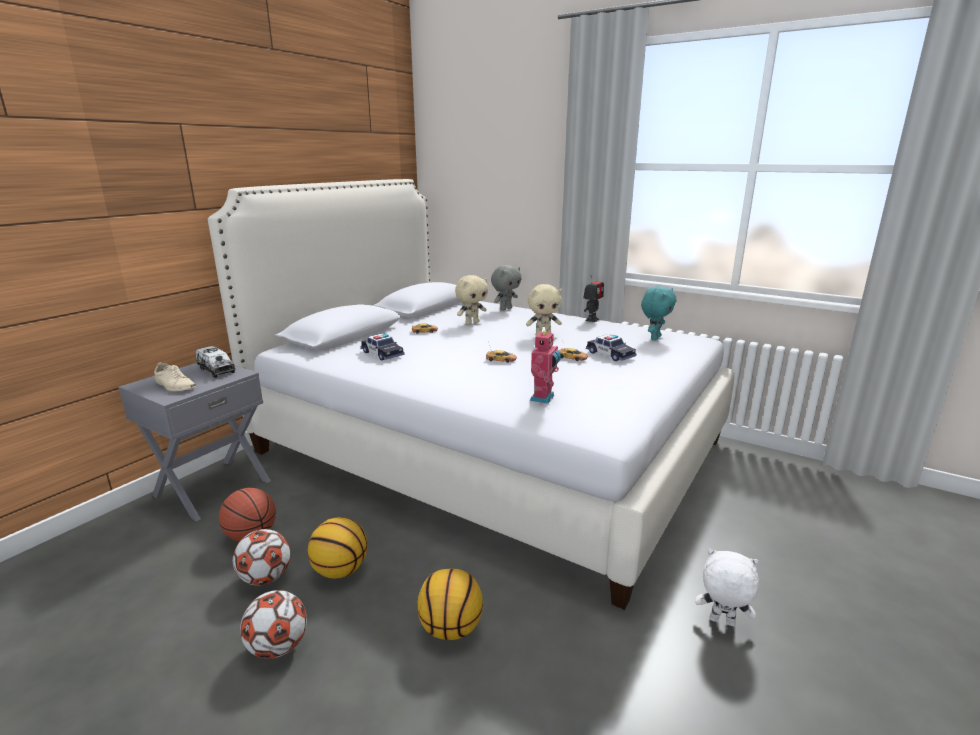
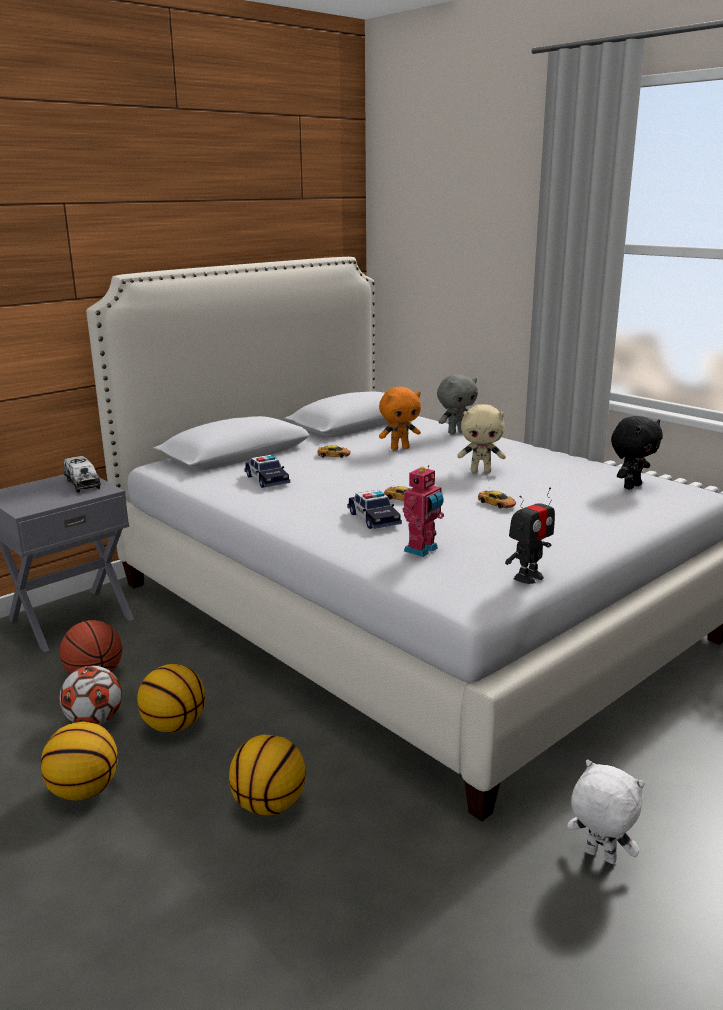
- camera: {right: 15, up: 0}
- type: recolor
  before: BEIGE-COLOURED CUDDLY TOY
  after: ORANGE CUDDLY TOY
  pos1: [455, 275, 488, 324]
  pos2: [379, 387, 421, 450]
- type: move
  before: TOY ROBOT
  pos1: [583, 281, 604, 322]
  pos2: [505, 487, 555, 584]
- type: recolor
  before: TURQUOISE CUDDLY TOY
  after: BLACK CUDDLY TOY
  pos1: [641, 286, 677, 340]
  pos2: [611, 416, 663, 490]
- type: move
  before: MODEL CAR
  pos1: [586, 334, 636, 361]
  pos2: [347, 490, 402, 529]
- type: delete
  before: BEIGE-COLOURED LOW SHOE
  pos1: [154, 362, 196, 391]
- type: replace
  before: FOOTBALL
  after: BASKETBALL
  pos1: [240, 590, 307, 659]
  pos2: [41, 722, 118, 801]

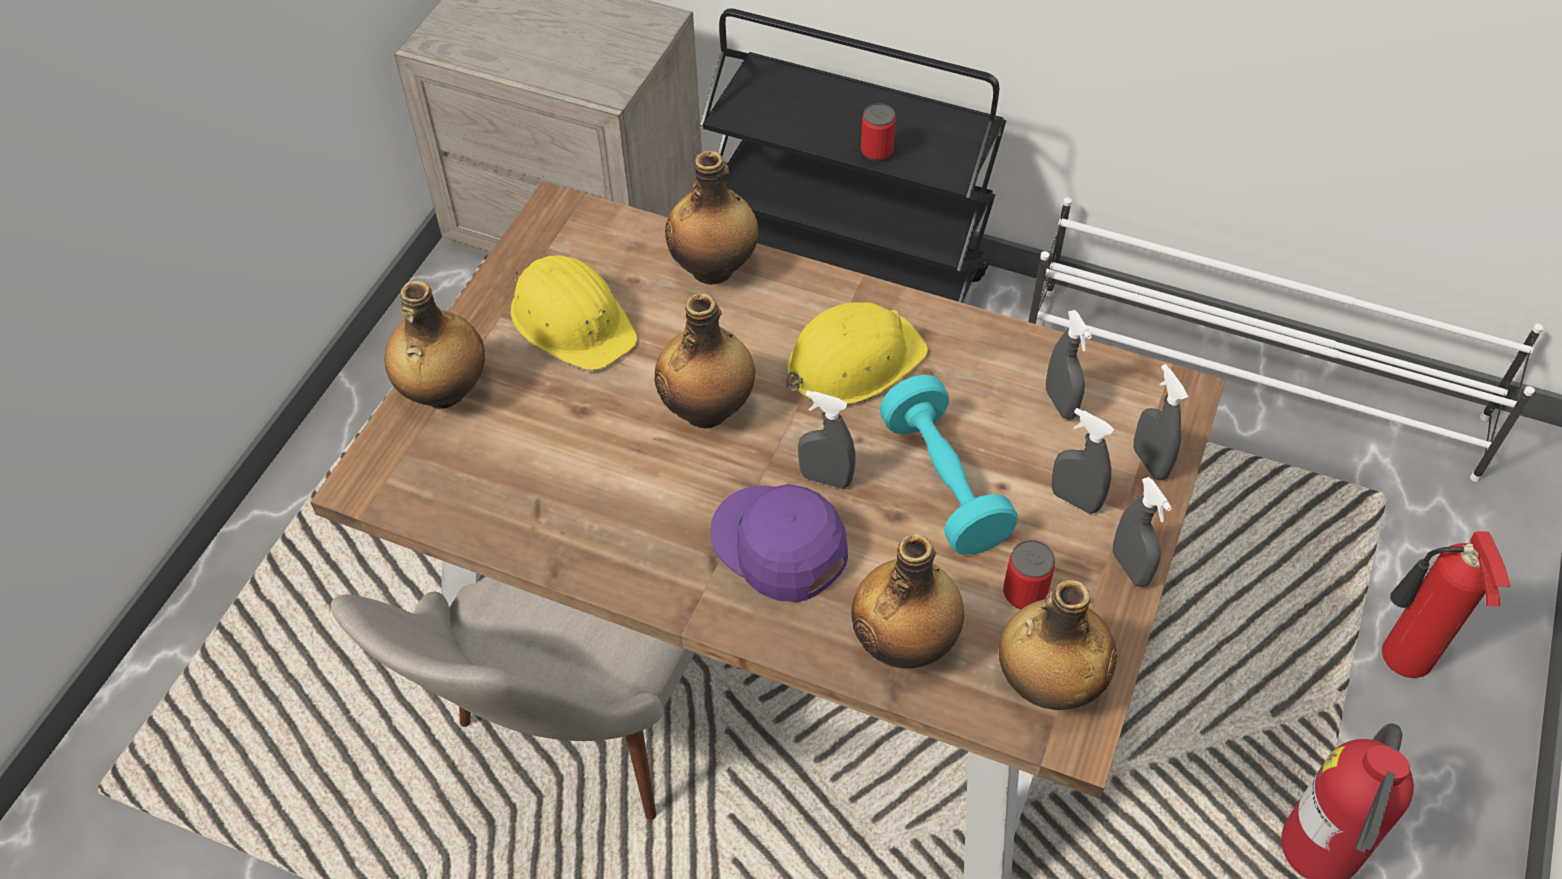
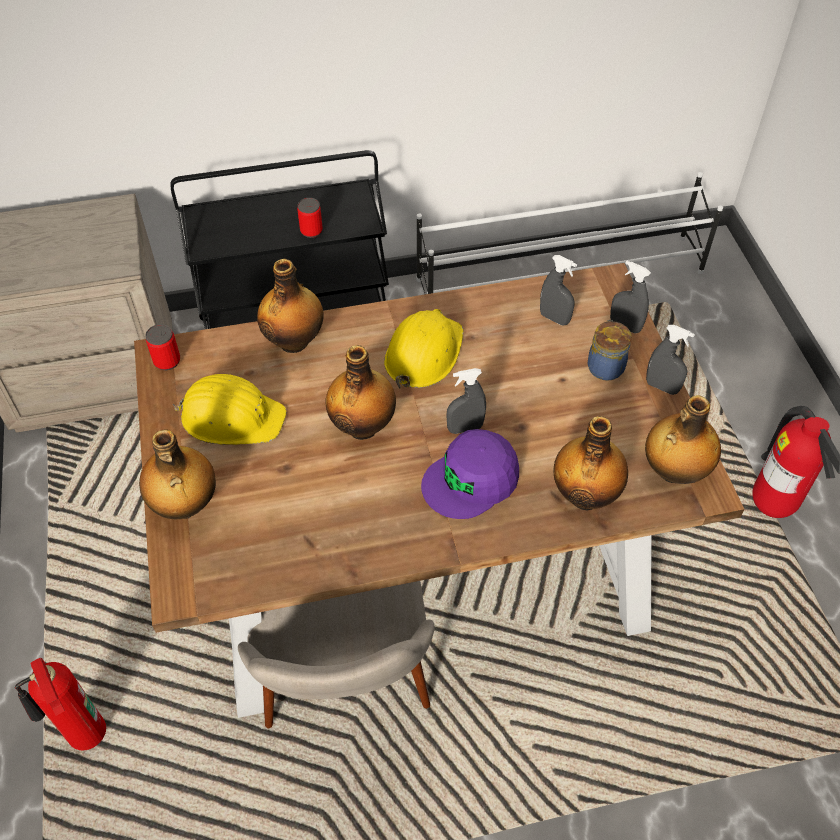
- camera: {right: -35, up: 0}
- type: delete
  before: TURQUOISE HAND WEIGHT
  pos1: [879, 375, 1018, 555]
- type: replace
  before: GREY SPRAYER
  after: STORAGE JAR
  pos1: [1052, 408, 1115, 514]
  pos2: [588, 320, 631, 381]
- type: rotate
  before: PURPLISH PEAKED CAP
  pos1: [710, 484, 848, 602]
  pos2: [421, 429, 519, 519]
  turn: -45
- type: move
  before: EXTINGUISHER
  pos1: [1382, 531, 1511, 678]
  pos2: [15, 658, 106, 750]
- type: move
  before: SEALED CAN
  pos1: [1003, 540, 1055, 609]
  pos2: [145, 324, 180, 370]

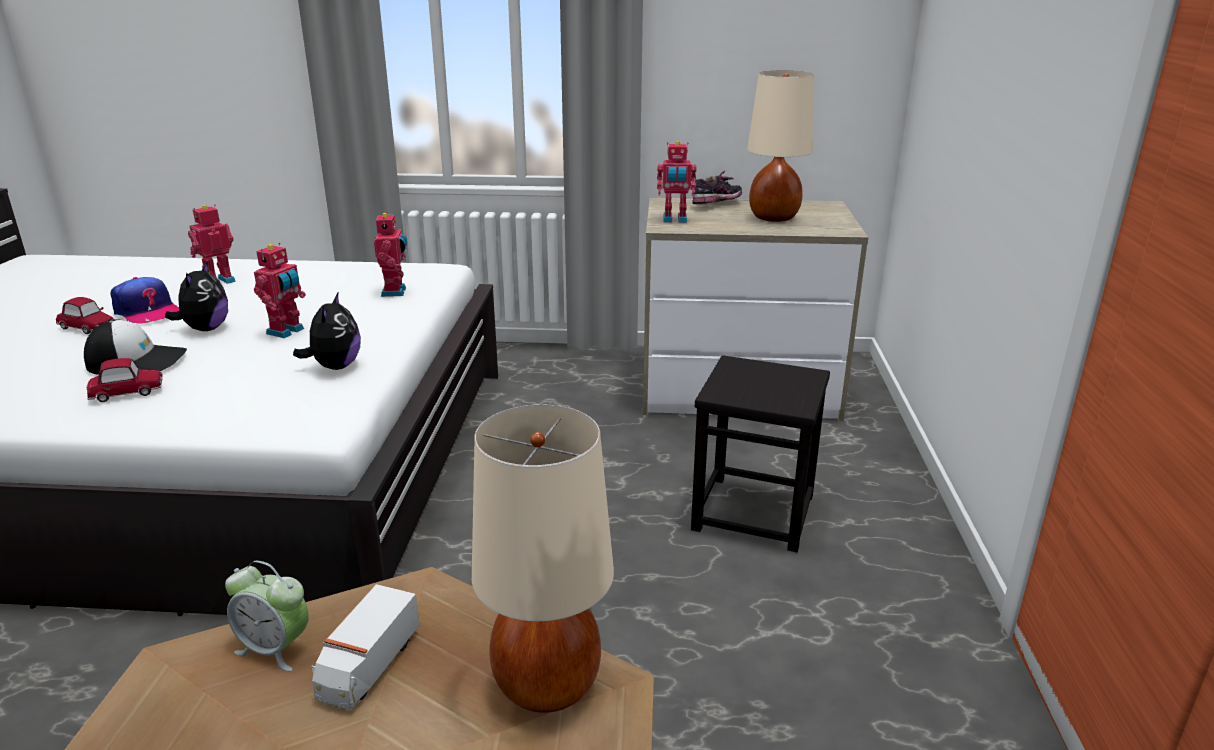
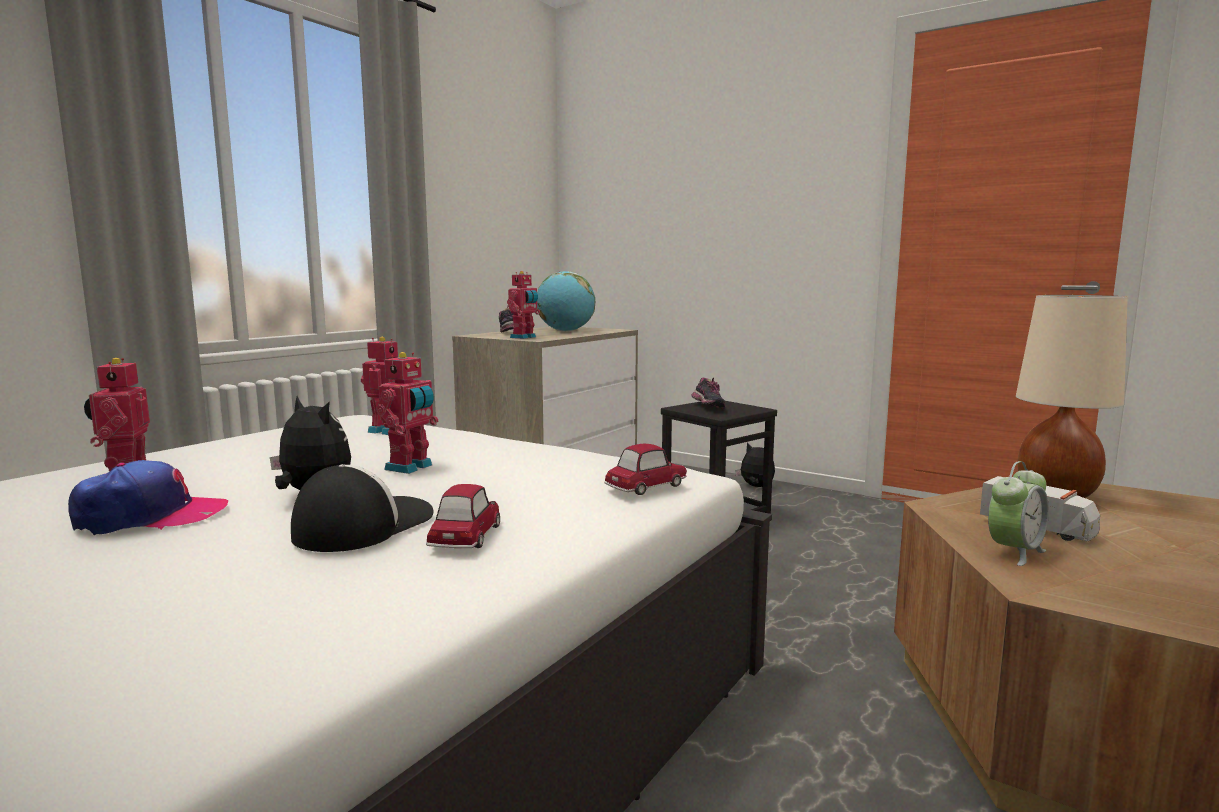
- camera: {right: -60, up: -15}
- type: replace
  before: BEIGE-COLOURED TABLE LAMP
  after: GLOBE
  pos1: [747, 71, 814, 222]
  pos2: [537, 271, 595, 332]
- type: rotate
  before: TOY ROBOT
  pos1: [254, 243, 306, 338]
  pos2: [376, 352, 438, 474]
  turn: 60
- type: move
  before: CUDDLY TOY
  pos1: [293, 293, 361, 370]
  pos2: [735, 442, 775, 487]
- type: move
  before: MODEL CAR
  pos1: [56, 297, 114, 334]
  pos2: [604, 444, 687, 495]
- type: insert
  after: LOW SHOE
  pos2: [692, 377, 725, 410]

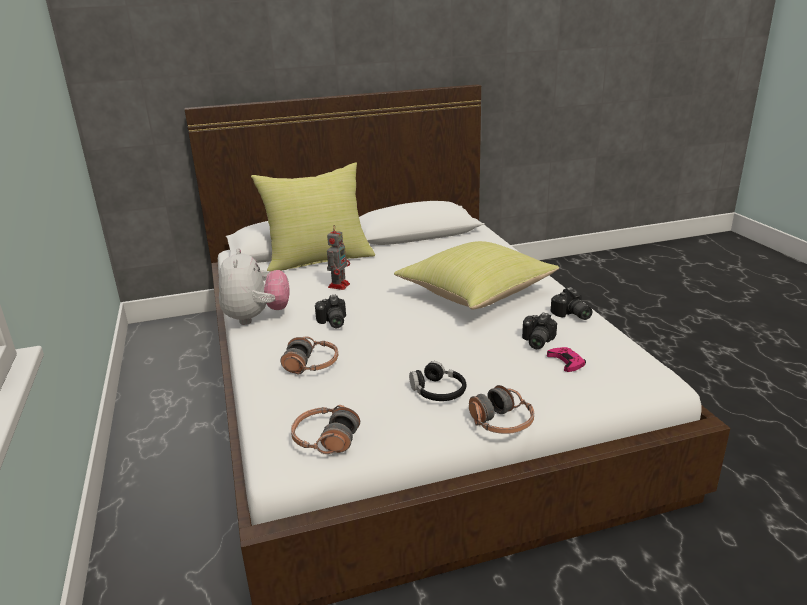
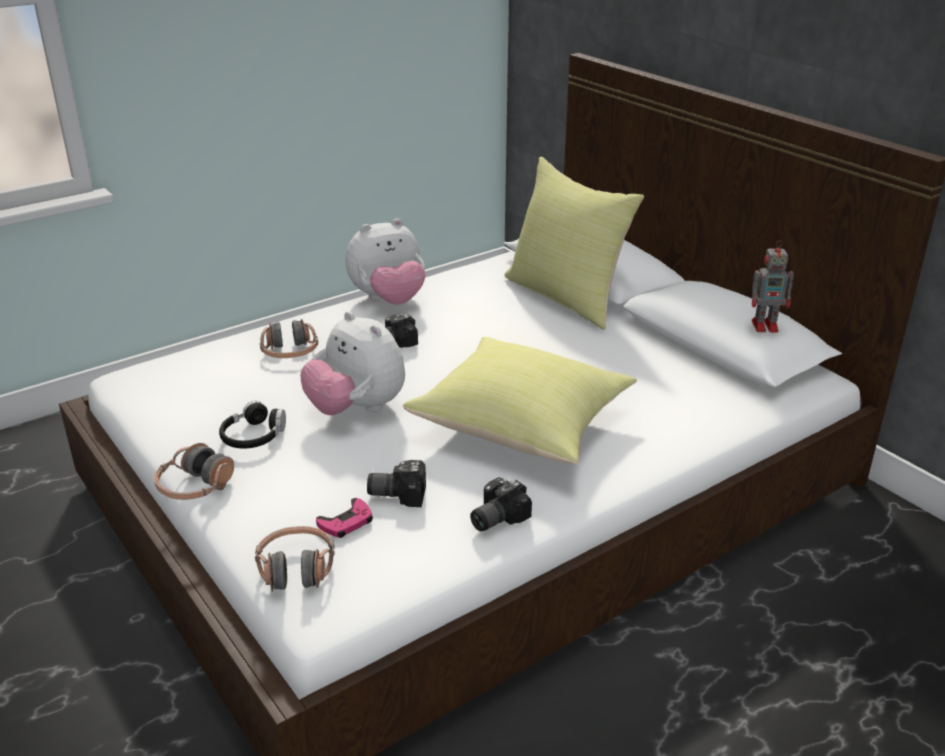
- camera: {right: 70, up: 5}
- type: move
  before: TOY ROBOT
  pos1: [327, 225, 350, 290]
  pos2: [752, 240, 794, 332]
- type: move
  before: HEADSET
  pos1: [291, 405, 360, 454]
  pos2: [255, 526, 335, 592]
- type: insert
  after: CUDDLY TOY
  pos2: [301, 311, 405, 415]

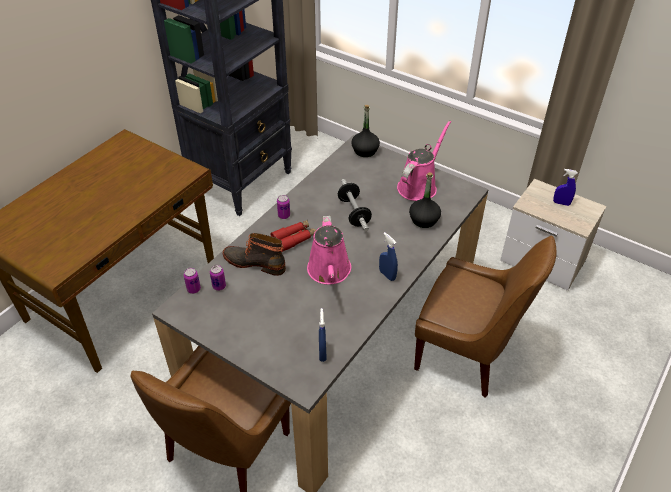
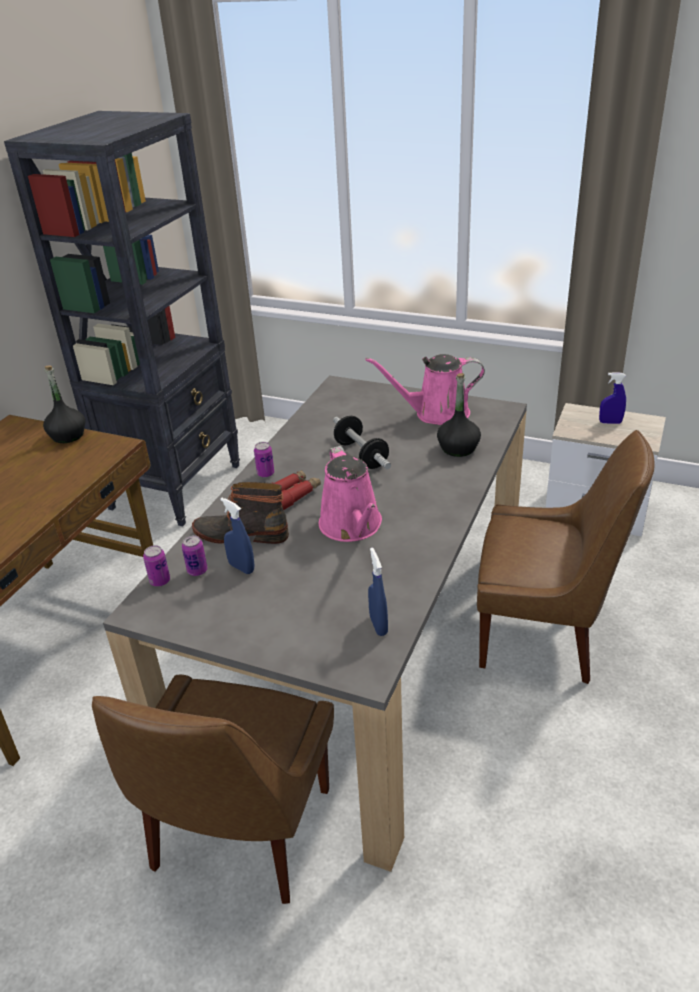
- camera: {right: -10, up: -10}
- type: move
  before: BLACK BOTTLE
  pos1: [351, 105, 380, 157]
  pos2: [43, 366, 86, 443]
- type: rotate
  before: PINKISH WATERING POT
  pos1: [397, 120, 451, 201]
  pos2: [365, 354, 485, 425]
  turn: -120
- type: move
  before: BLUE-COLOURED SPRAYER
  pos1: [379, 232, 398, 281]
  pos2: [220, 498, 254, 574]

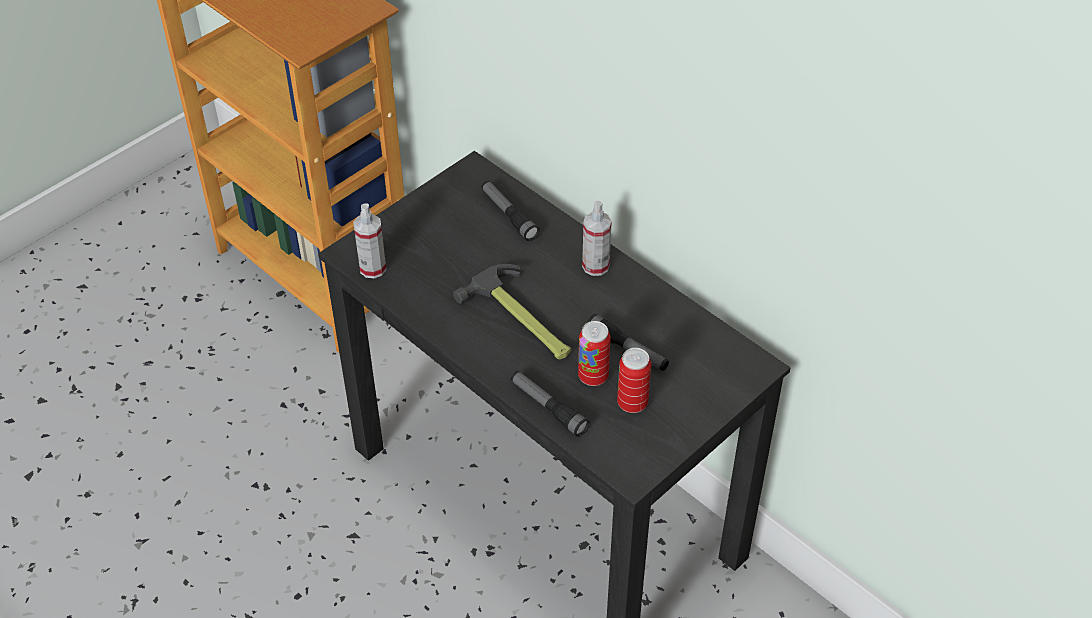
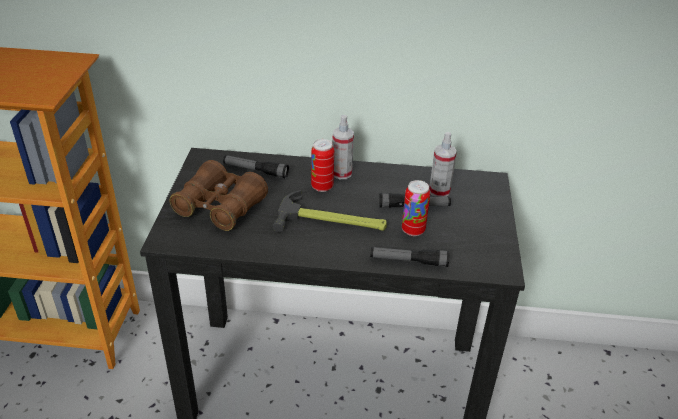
- camera: {right: -40, up: -10}
- type: move
  before: SPRAYER
  pos1: [353, 203, 386, 278]
  pos2: [429, 132, 457, 197]
- type: move
  before: SEALED CAN
  pos1: [617, 348, 651, 413]
  pos2: [311, 139, 334, 192]
- type: insert
  after: BROWN-COLOURED BINOCULARS
  pos2: [169, 160, 268, 231]

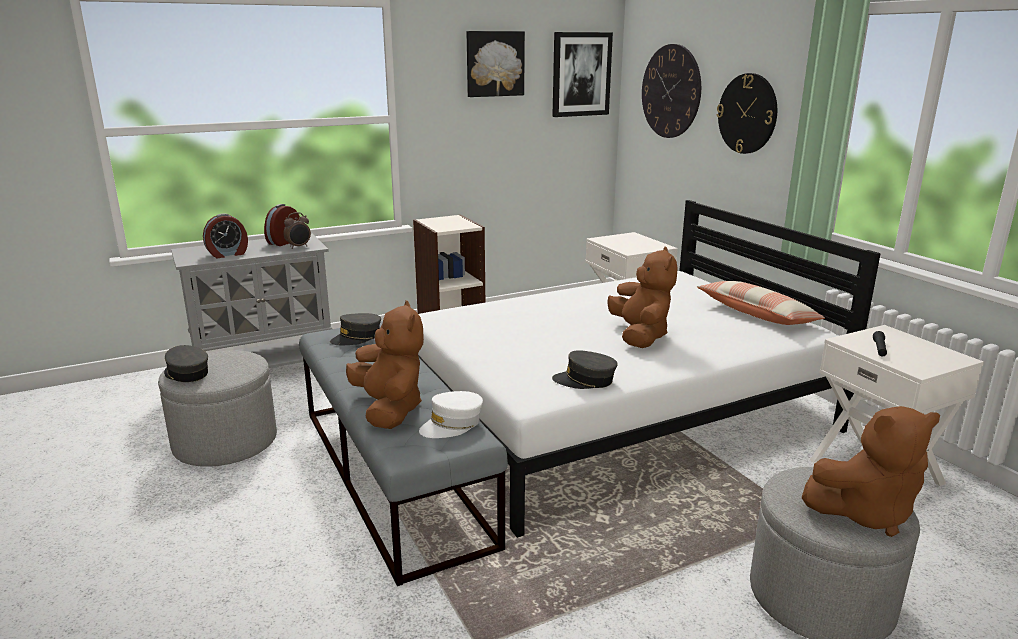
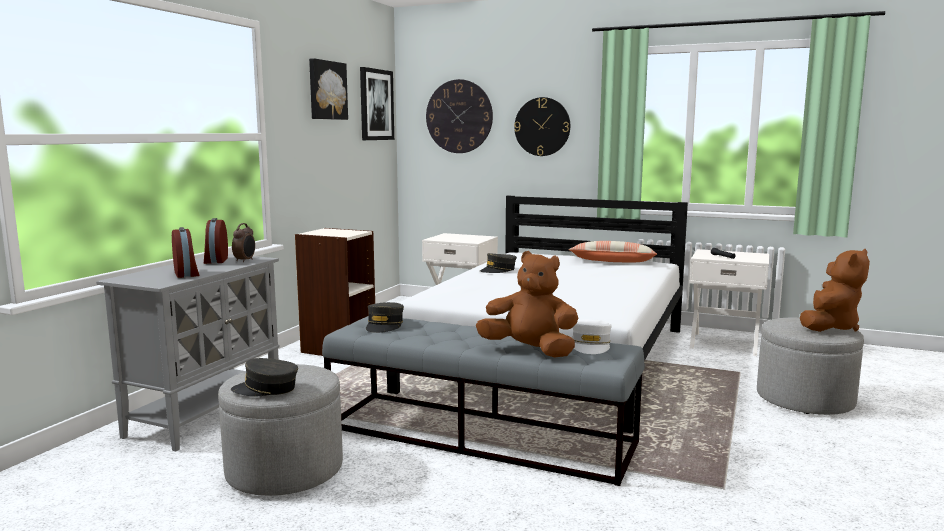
- camera: {right: -40, up: -10}
- type: rotate
  before: ALARM CLOCK
  pos1: [203, 214, 248, 258]
  pos2: [172, 227, 200, 278]
  turn: -45
- type: delete
  before: BROWN-COLOURED CUDDLY TOY
  pos1: [607, 247, 678, 348]
- type: move
  before: GREY PEAKED CAP
  pos1: [552, 350, 618, 389]
  pos2: [480, 253, 517, 273]

